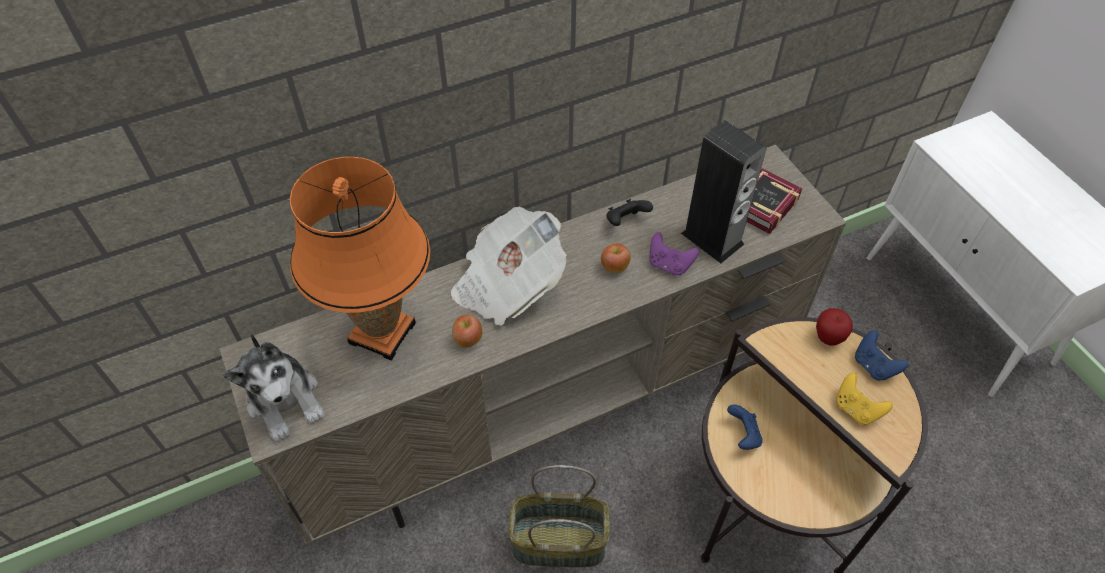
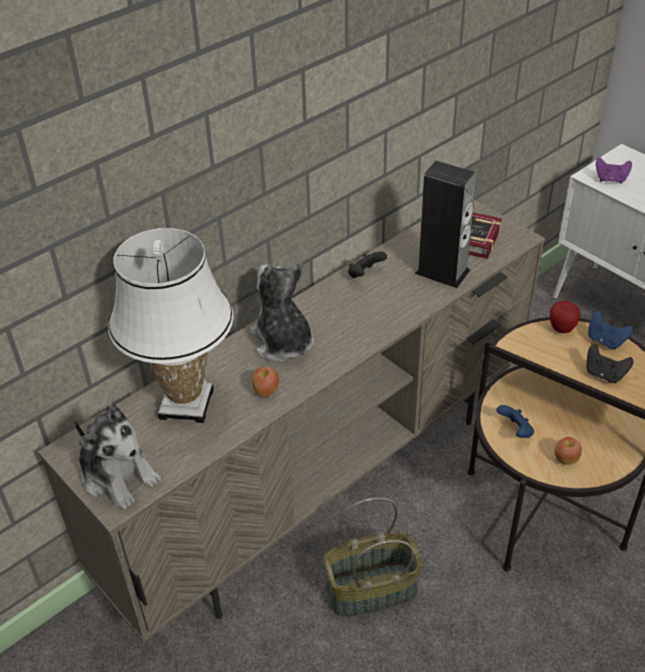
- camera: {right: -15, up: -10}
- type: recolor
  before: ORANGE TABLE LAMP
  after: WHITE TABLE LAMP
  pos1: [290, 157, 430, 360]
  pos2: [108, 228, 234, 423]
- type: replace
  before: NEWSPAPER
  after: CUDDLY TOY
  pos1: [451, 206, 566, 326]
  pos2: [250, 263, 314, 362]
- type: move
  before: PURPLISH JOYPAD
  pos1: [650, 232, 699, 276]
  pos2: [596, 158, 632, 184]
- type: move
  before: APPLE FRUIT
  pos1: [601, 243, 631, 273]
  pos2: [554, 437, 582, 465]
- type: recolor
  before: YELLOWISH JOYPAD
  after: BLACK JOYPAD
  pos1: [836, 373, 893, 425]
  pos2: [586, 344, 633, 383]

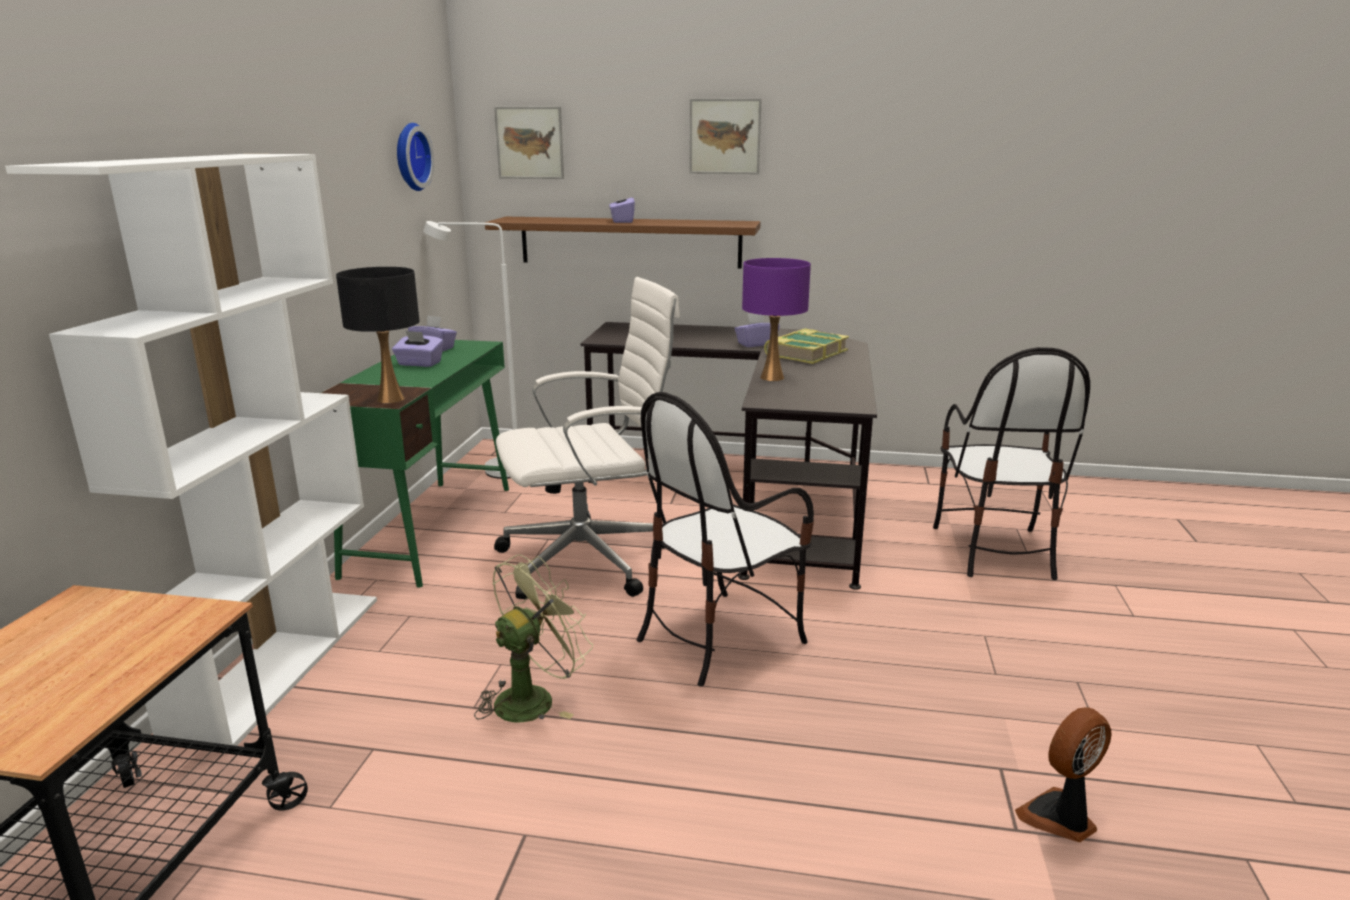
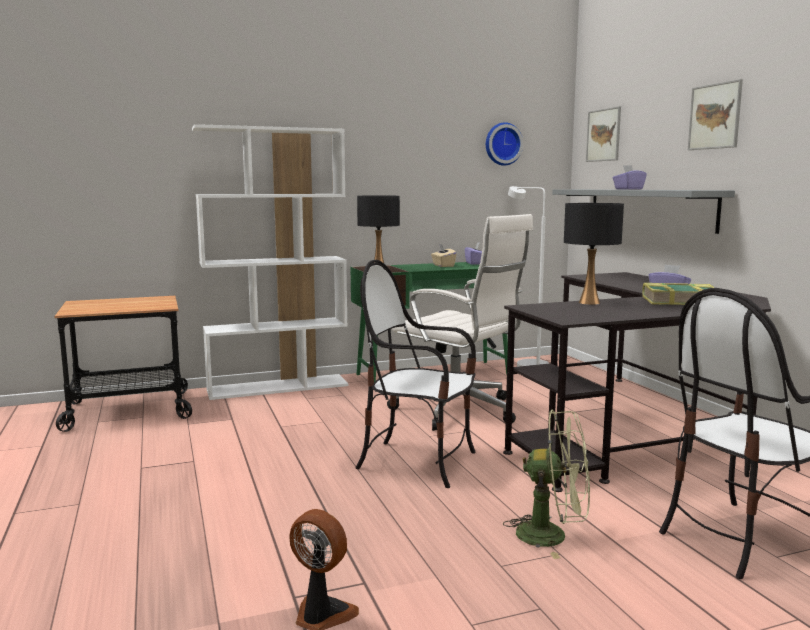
- camera: {right: 60, up: -10}
- type: recolor
  before: BROWN-COLOURED BRACKET SHELF
  after: GREY BRACKET SHELF
  pos1: [485, 217, 761, 268]
  pos2: [552, 189, 735, 234]
- type: recolor
  before: PURPLISH TABLE LAMP
  after: BLACK TABLE LAMP
  pos1: [742, 258, 811, 381]
  pos2: [564, 203, 624, 305]
- type: recolor
  before: PURPLISH BOX OF TISSUES
  after: BEIGE-COLOURED BOX OF TISSUES
  pos1: [392, 331, 444, 367]
  pos2: [431, 244, 457, 267]
- type: move
  before: GREEN-COLOURED COOLING FAN
  pos1: [474, 554, 593, 723]
  pos2: [503, 410, 590, 559]

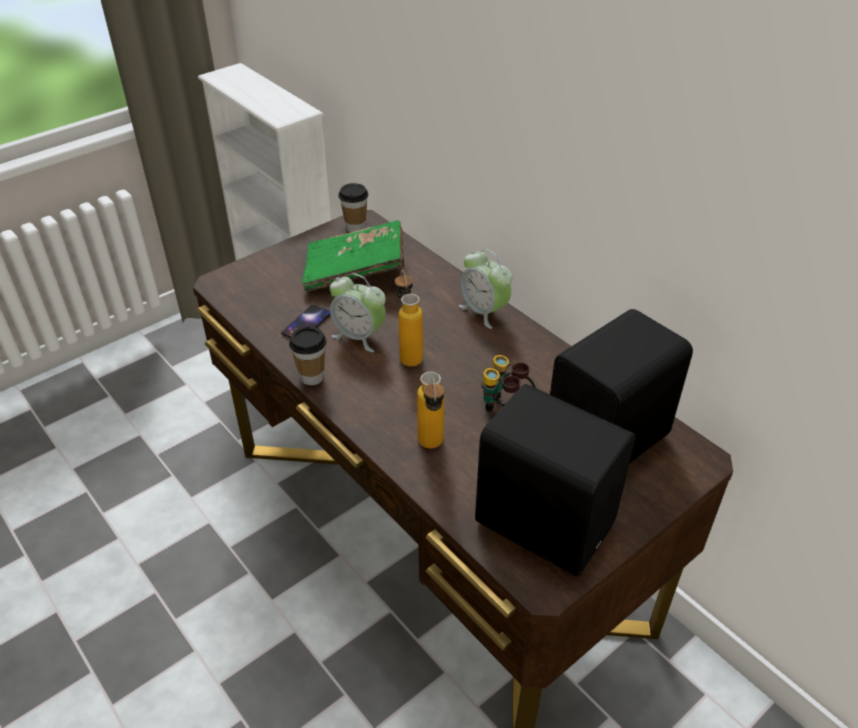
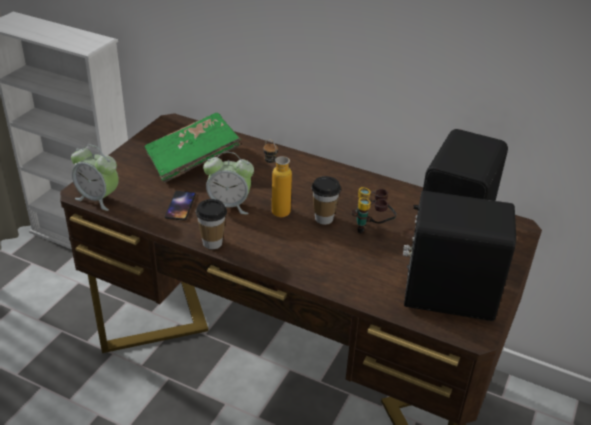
- camera: {right: -25, up: -5}
- type: move
  before: DRINKING CUP
  pos1: [338, 183, 368, 232]
  pos2: [311, 176, 341, 225]
- type: move
  before: ALARM CLOCK
  pos1: [459, 249, 512, 329]
  pos2: [71, 144, 119, 211]
- type: delete
  before: BOTTLE
  pos1: [417, 372, 444, 448]

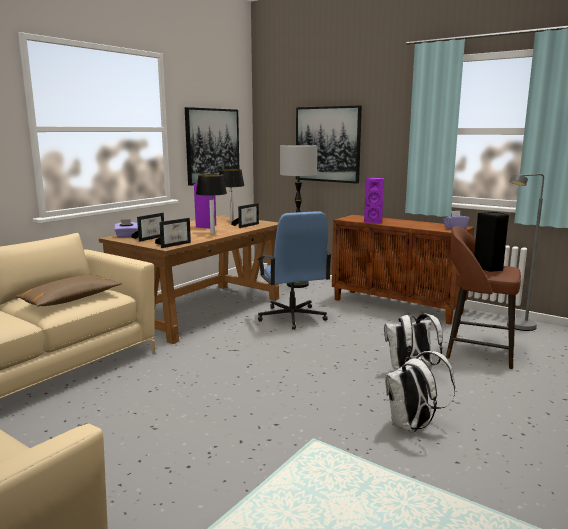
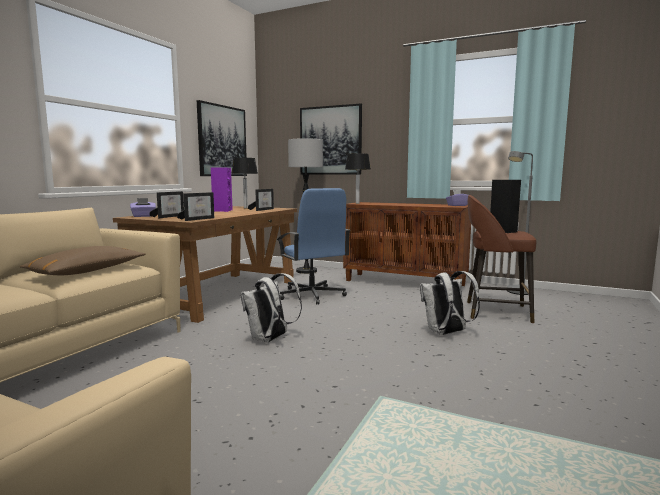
- camera: {right: -10, up: -5}
- type: move
  before: TABLE LAMP
  pos1: [196, 174, 227, 234]
  pos2: [345, 153, 371, 204]
- type: delete
  before: PURPLISH AUDIO SPEAKER
  pos1: [364, 177, 384, 223]
- type: move
  before: WHITE KNAPSACK
  pos1: [385, 351, 455, 433]
  pos2: [241, 273, 302, 342]

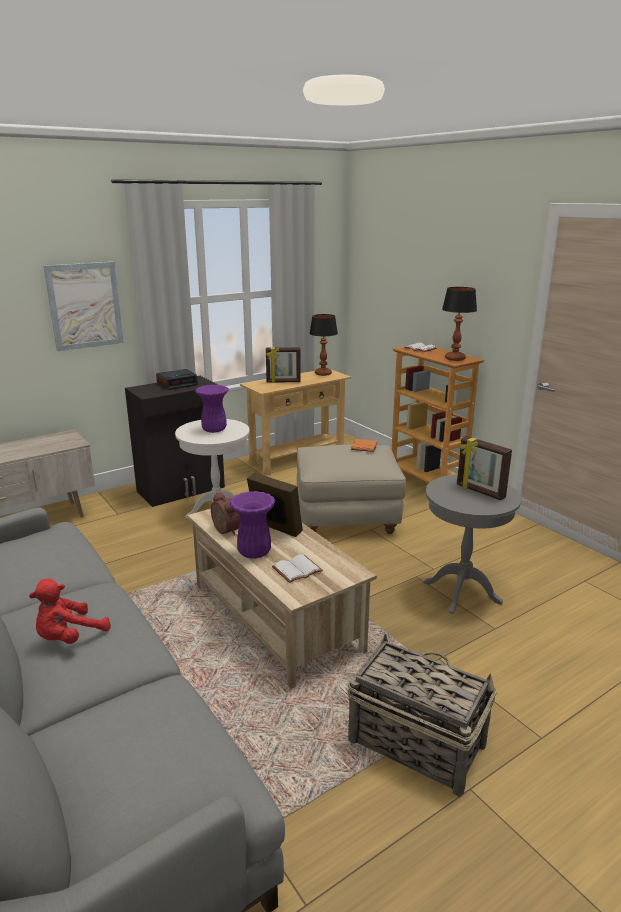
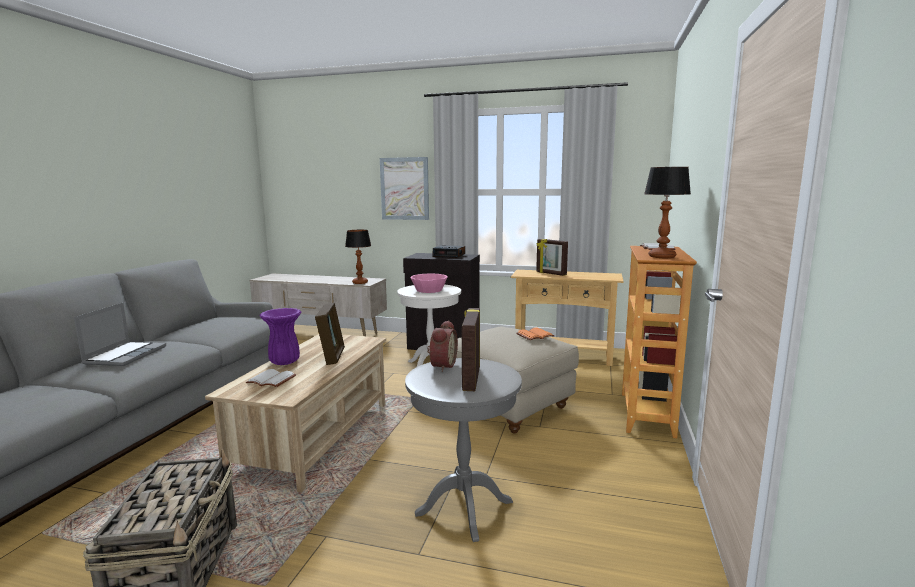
- camera: {right: 50, up: -10}
- type: move
  before: TABLE LAMP
  pos1: [309, 314, 338, 376]
  pos2: [345, 230, 371, 284]
- type: replace
  before: PURPLISH VASE
  after: PINKISH SERVING BOWL
  pos1: [195, 385, 228, 433]
  pos2: [411, 273, 447, 293]
- type: move
  before: ALARM CLOCK
  pos1: [211, 492, 240, 535]
  pos2: [427, 320, 458, 372]
- type: replace
  before: RED CUDDLY TOY
  after: LAPTOP
  pos1: [29, 578, 111, 644]
  pos2: [74, 302, 166, 366]

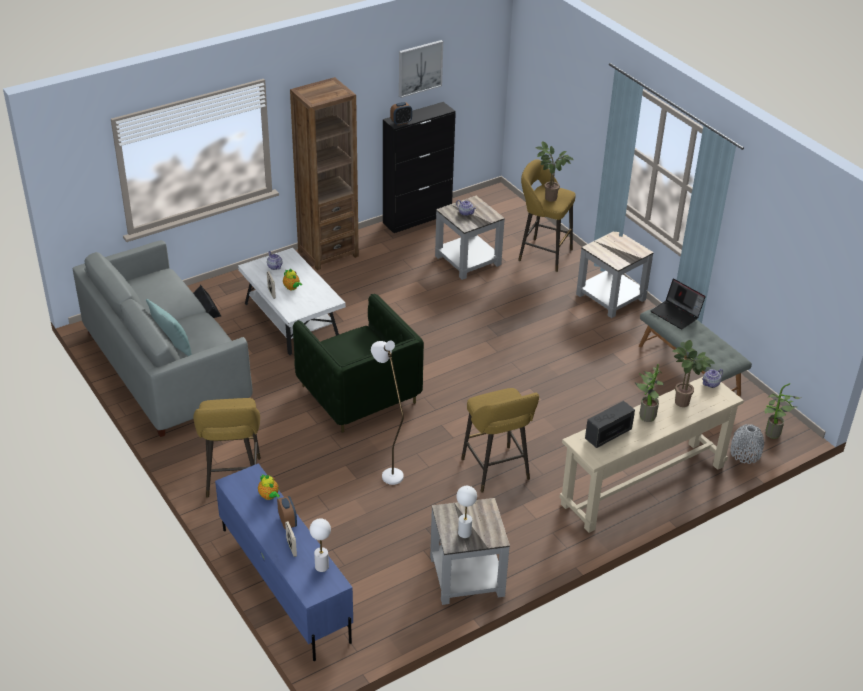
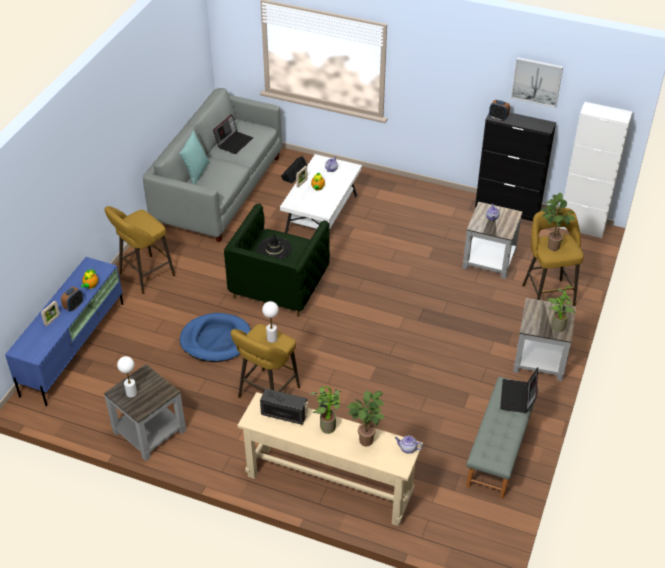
- camera: {right: 55, up: 5}
- type: delete
  before: BROWN-COLOURED BOOKCASE
  pos1: [290, 77, 359, 271]
- type: replace
  before: WHITE FLOOR LAMP
  after: BLUE-COLOURED PET BED
  pos1: [371, 341, 404, 485]
  pos2: [180, 313, 251, 362]
- type: move
  before: PLANT IN A POT
  pos1: [765, 383, 802, 439]
  pos2: [546, 286, 575, 332]
- type: delete
  before: GREY VASE
  pos1: [730, 424, 764, 464]
- type: move
  before: WHITE TABLE LAMP
  pos1: [310, 518, 331, 572]
  pos2: [262, 301, 279, 343]
- type: insert
  after: WHITE CUPBOARD
  pos2: [560, 102, 632, 239]
- type: insert
  after: LAPTOP
  pos2: [213, 114, 253, 154]
- type: insert
  after: BLACK HAT
  pos2: [257, 234, 292, 259]

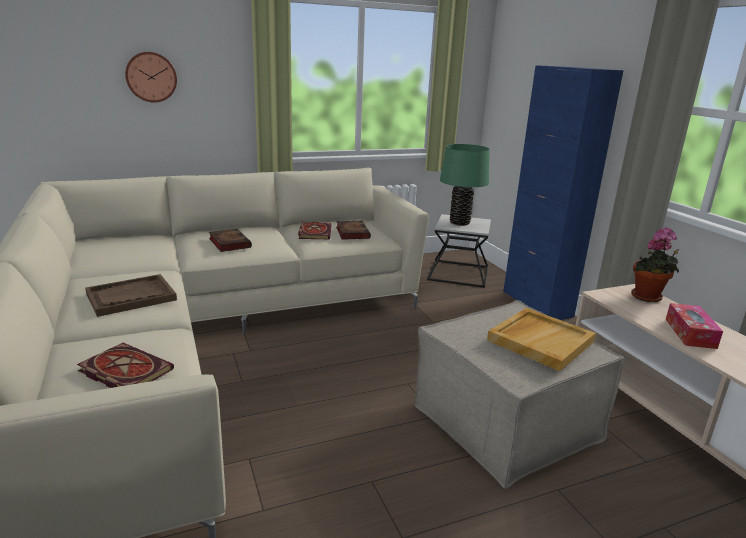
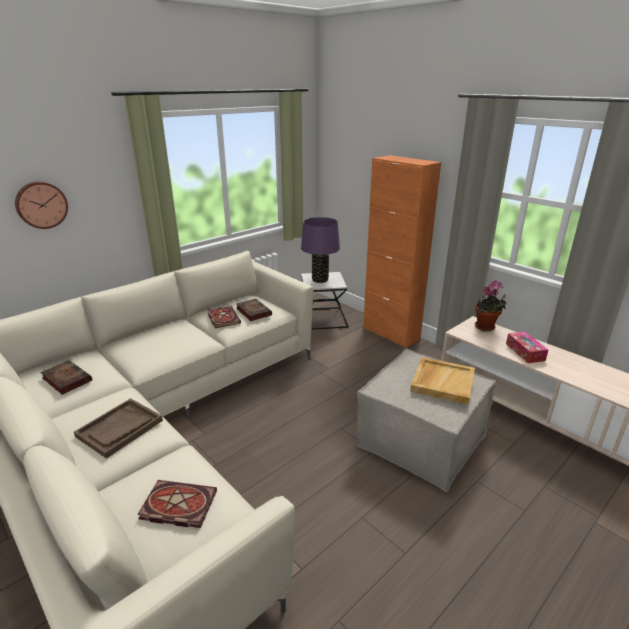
- camera: {right: -20, up: 5}
- type: recolor
  before: BLUE-COLOURED CUPBOARD
  after: ORANGE CUPBOARD
  pos1: [503, 65, 624, 320]
  pos2: [363, 155, 441, 348]
- type: recolor
  before: GREEN-COLOURED TABLE LAMP
  after: PURPLISH TABLE LAMP
  pos1: [440, 144, 490, 226]
  pos2: [301, 217, 340, 283]
- type: move
  before: BOUND BOOK
  pos1: [209, 229, 252, 252]
  pos2: [40, 360, 92, 395]

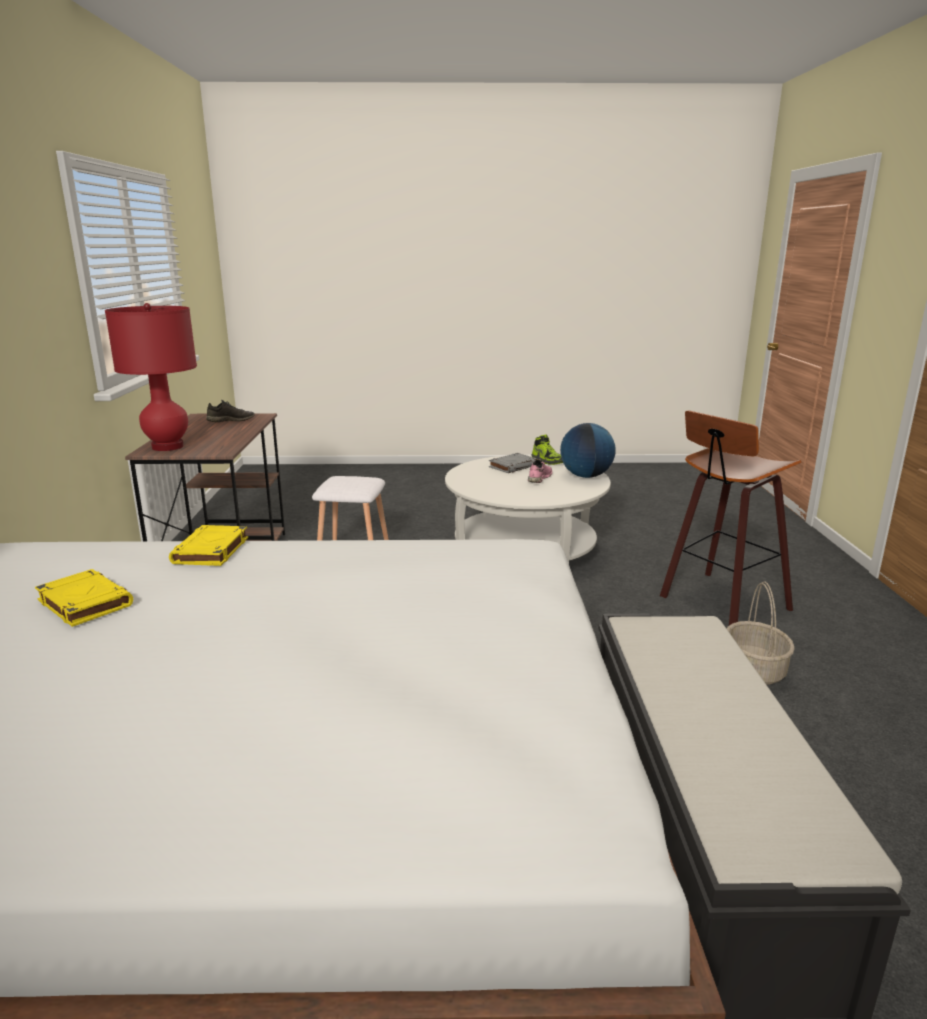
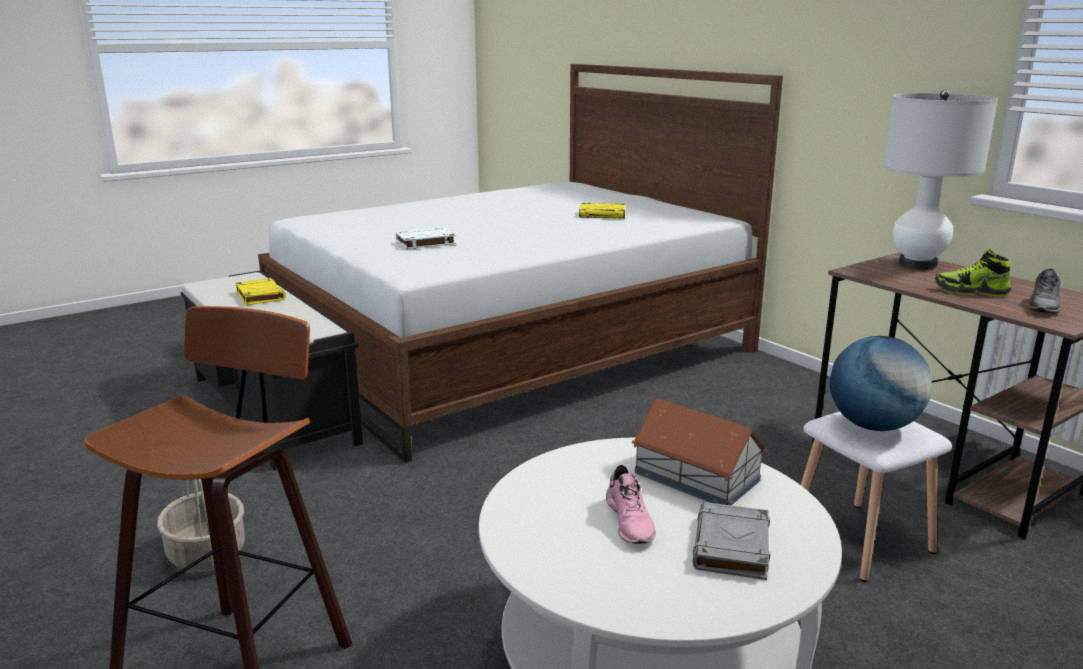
- camera: {right: 145, up: 0}
- type: recolor
  before: RED TABLE LAMP
  after: WHITE TABLE LAMP
  pos1: [105, 303, 197, 451]
  pos2: [883, 90, 998, 269]
- type: move
  before: GLOBE
  pos1: [560, 423, 616, 478]
  pos2: [830, 336, 932, 431]
- type: move
  before: LOW SHOE
  pos1: [531, 434, 563, 465]
  pos2: [935, 249, 1011, 296]
- type: move
  before: YELLOWISH BOUND BOOK
  pos1: [169, 525, 248, 566]
  pos2: [235, 278, 286, 306]
- type: insert
  after: WHITE BOUND BOOK
  pos2: [395, 228, 456, 249]
- type: insert
  after: TOY HOUSE
  pos2: [632, 398, 767, 506]

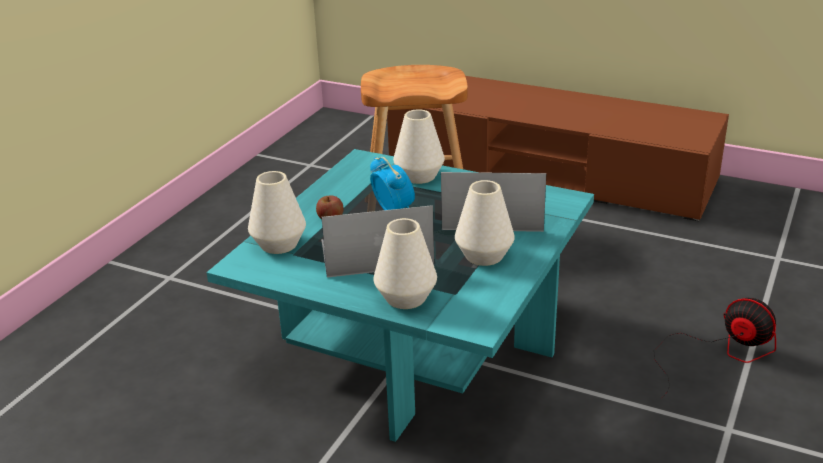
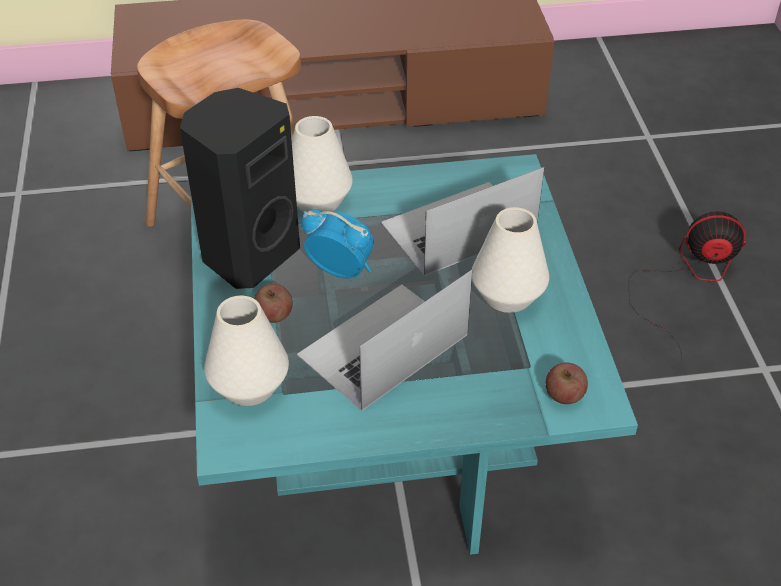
- camera: {right: -35, up: 15}
- type: delete
  before: WHITE VASE
  pos1: [373, 218, 437, 309]
- type: insert
  after: BLACK AUDIO SPEAKER
  pos2: [180, 88, 300, 289]
- type: insert
  after: APPLE FRUIT
  pos2: [546, 363, 588, 404]

